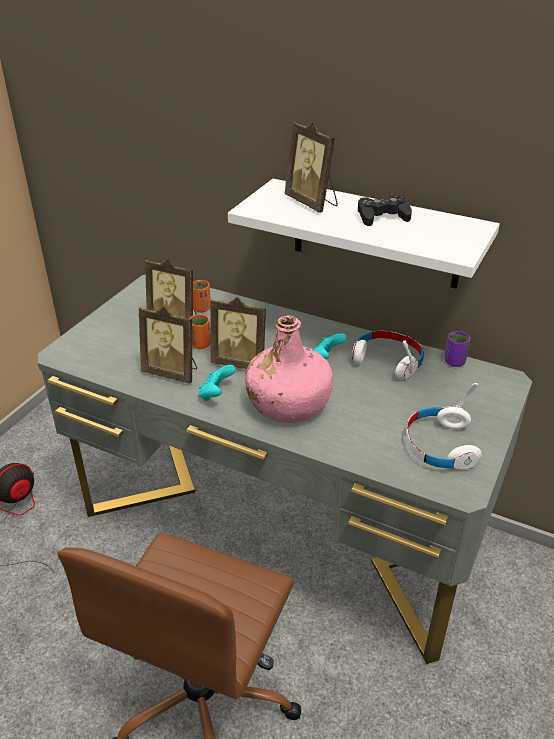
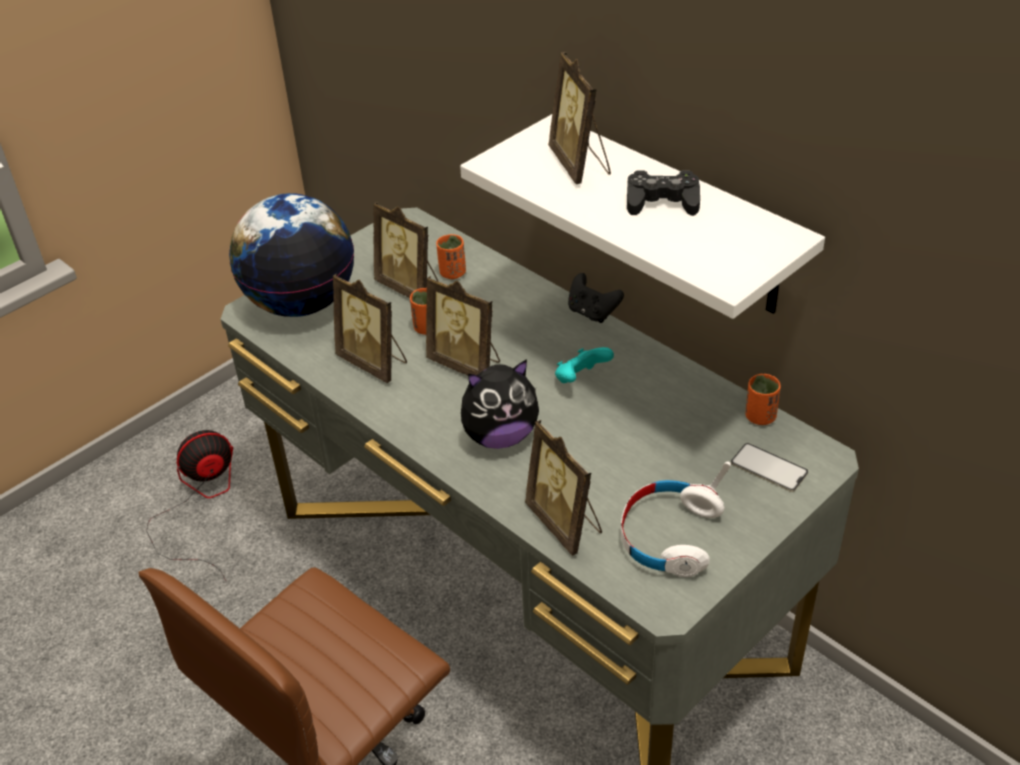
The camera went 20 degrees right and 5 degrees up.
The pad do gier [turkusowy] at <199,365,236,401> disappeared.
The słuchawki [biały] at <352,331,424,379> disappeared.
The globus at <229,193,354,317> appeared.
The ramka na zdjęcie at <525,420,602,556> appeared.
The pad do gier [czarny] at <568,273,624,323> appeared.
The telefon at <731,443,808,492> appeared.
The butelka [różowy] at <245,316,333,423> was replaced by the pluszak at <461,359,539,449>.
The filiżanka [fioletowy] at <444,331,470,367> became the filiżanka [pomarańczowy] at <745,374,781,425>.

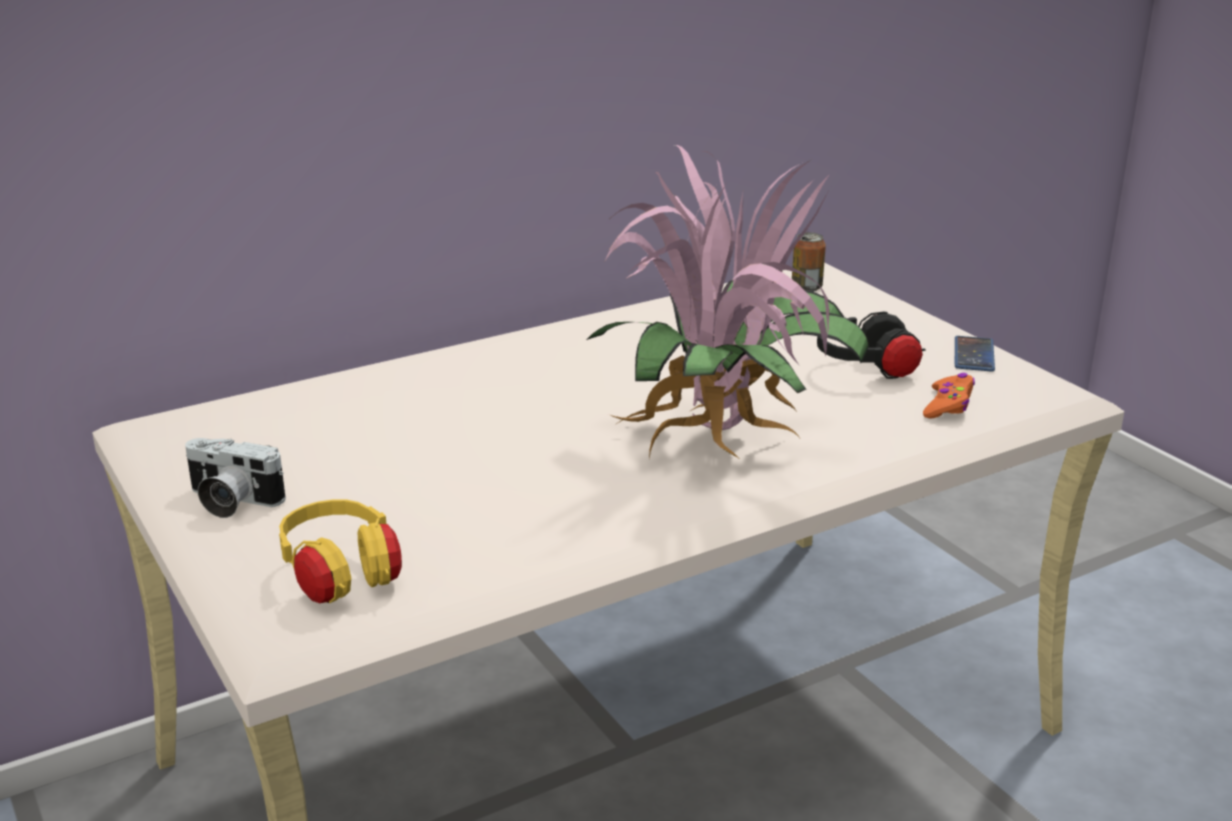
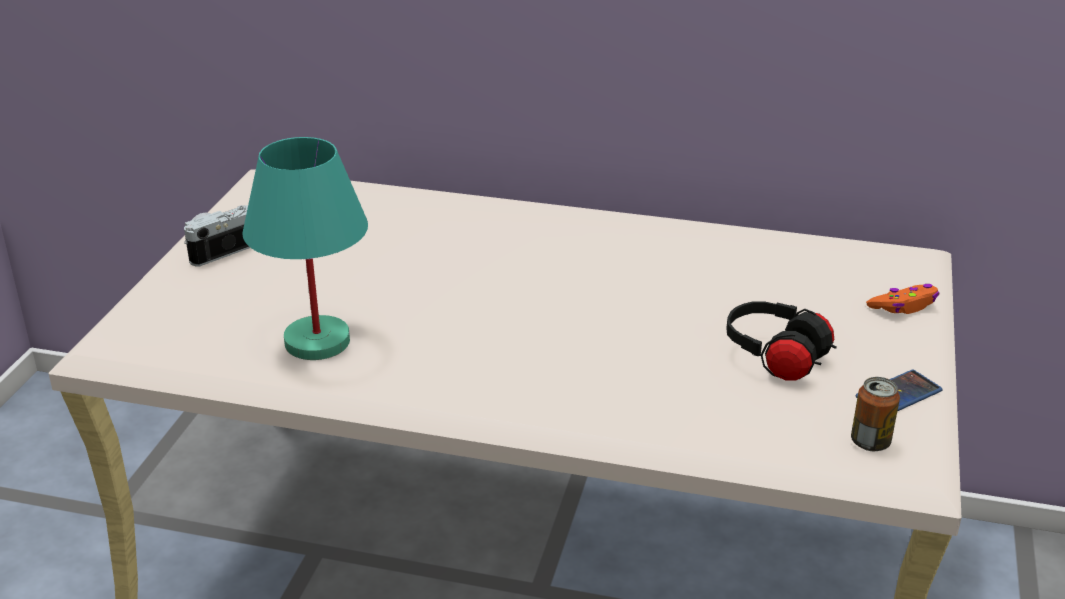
The camera went 45 degrees right and 5 degrees up.
The słuchawki [żółty] at <279,499,402,603> disappeared.
The roślina doniczkowa at <587,145,869,460> disappeared.
The lampa stołowa [turkusowy] at <242,137,368,360> appeared.
The puszka moved from <792,232,826,292> to <851,377,900,451>.
The pad do gier [pomarańczowy] moved from <923,373,975,419> to <866,284,939,314>.
The aparat fotograficzny at <185,438,286,518> turned 75 degrees clockwise.

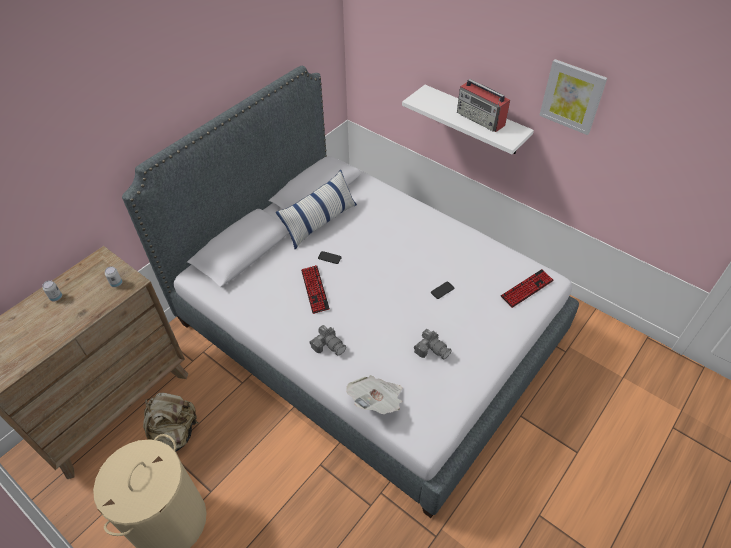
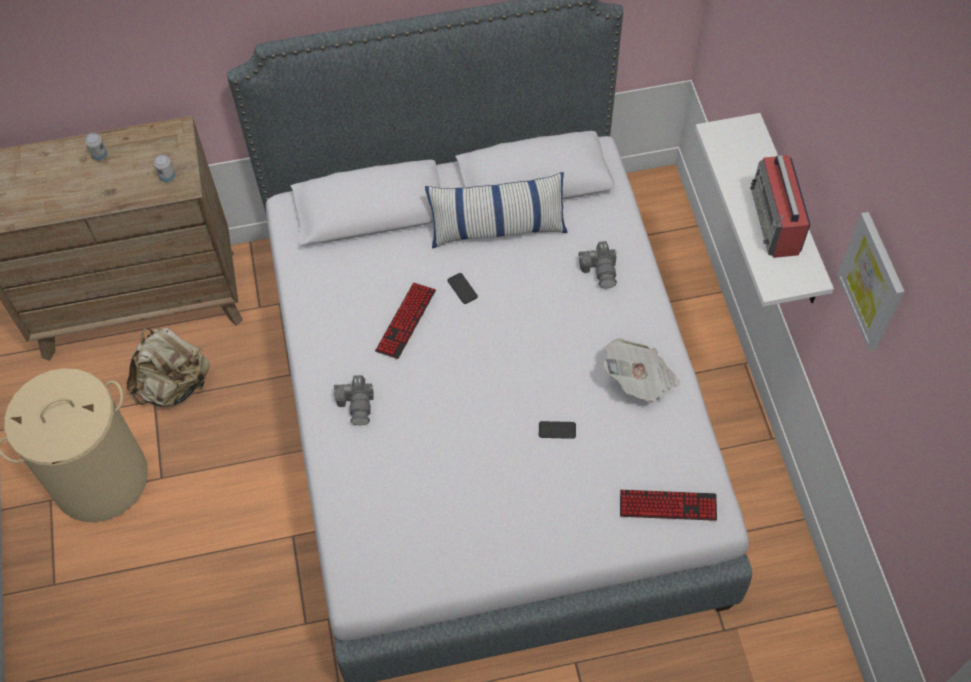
The camera went 40 degrees right and 10 degrees up.
The gazeta moved from <346,375,402,414> to <603,338,680,403>.
The aparat fotograficzny moved from <414,329,451,359> to <579,241,617,289>.

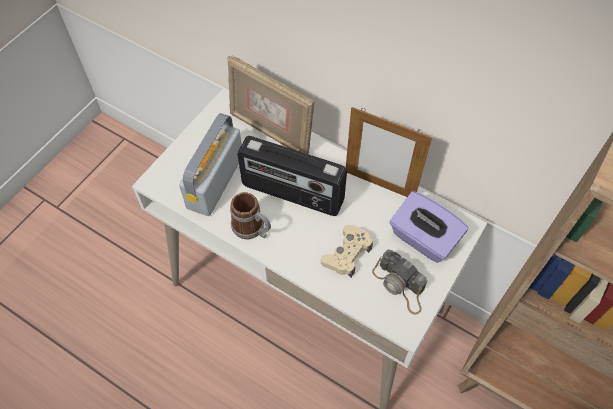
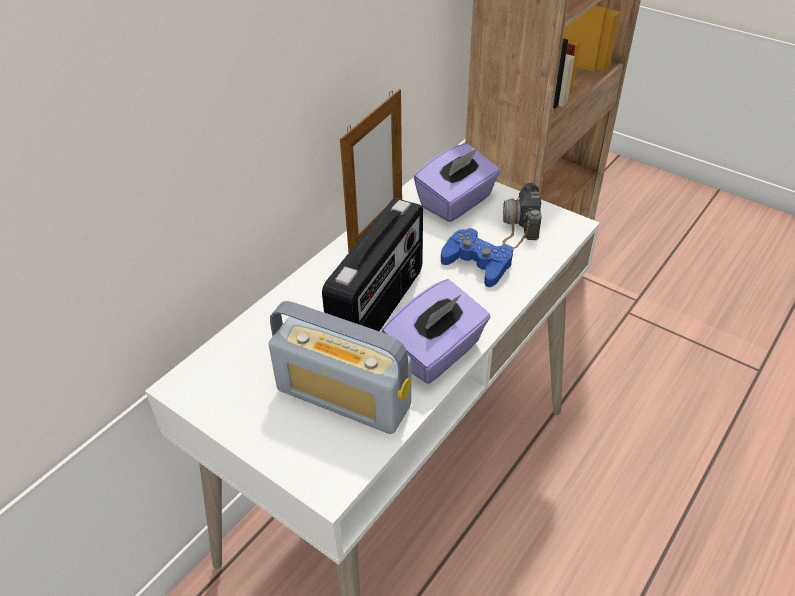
The camera went 85 degrees left and 15 degrees down.
The ramka na zdjęcie at <228,55,314,154> disappeared.
The kubek at <230,192,271,239> was replaced by the pudełko chusteczek [fioletowy] at <382,279,490,384>.
The pad do gier [beżowy] at <321,225,373,277> became the pad do gier [niebieski] at <441,228,513,287>.
The aparat fotograficzny at <372,250,427,315> turned 135 degrees clockwise.

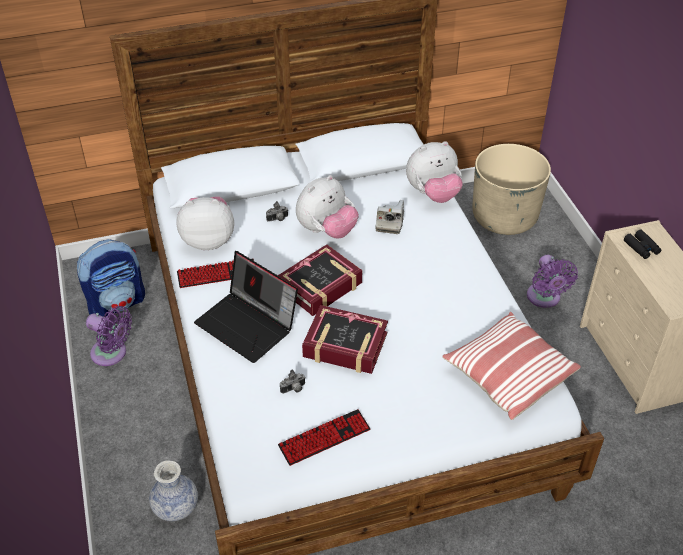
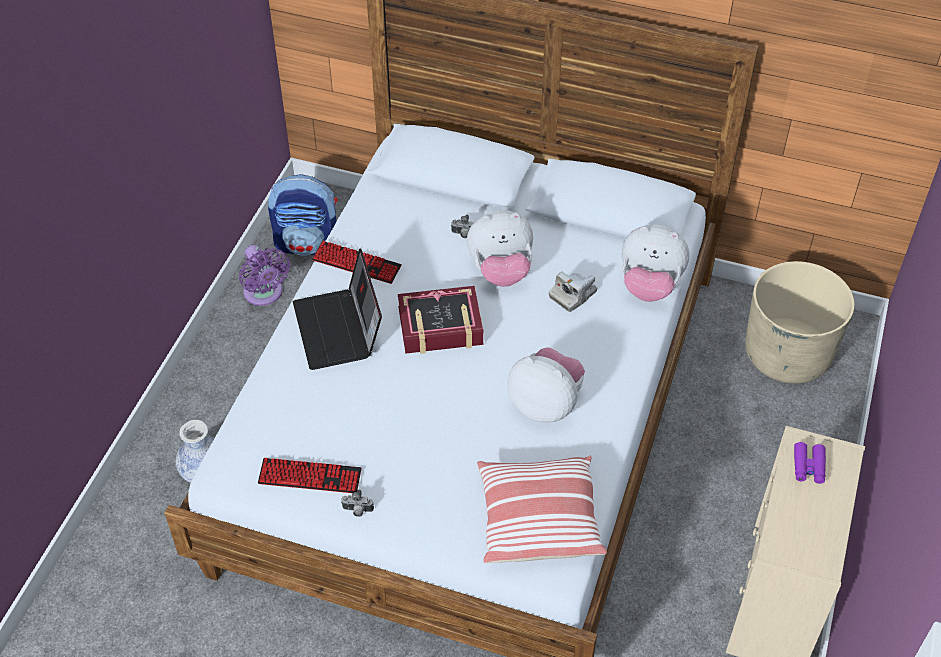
The camera went 35 degrees right and 5 degrees up.
The książka at <302,305,388,374> disappeared.
The wentylator [fioletowy] at <527,255,578,308> disappeared.
The pluszak moved from <176,196,234,250> to <508,347,585,423>.
The aparat fotograficzny moved from <280,369,306,394> to <341,490,374,517>.
The lornetka [czarny] at <624,230,661,259> became the lornetka [fioletowy] at <794,442,826,484>.

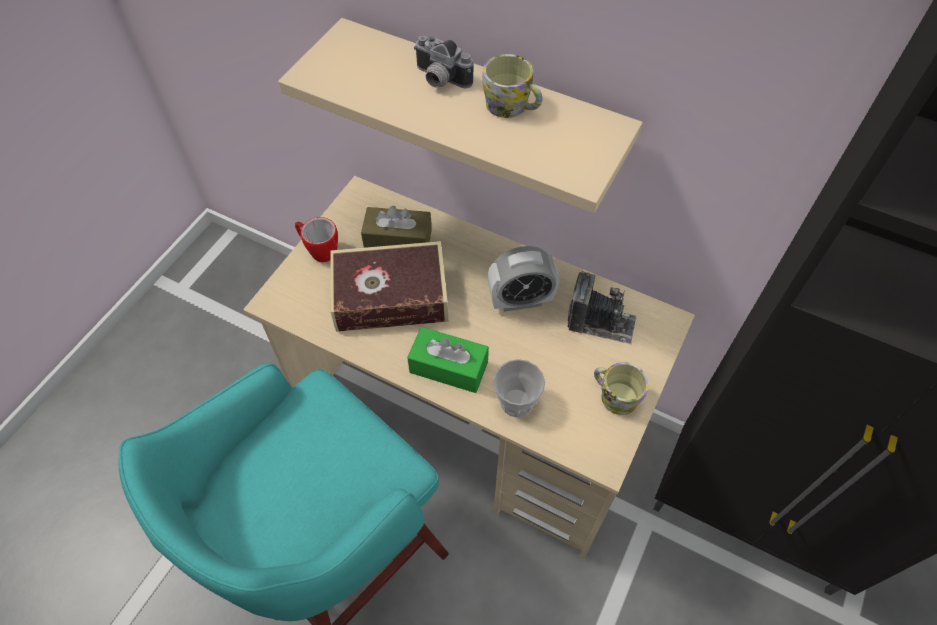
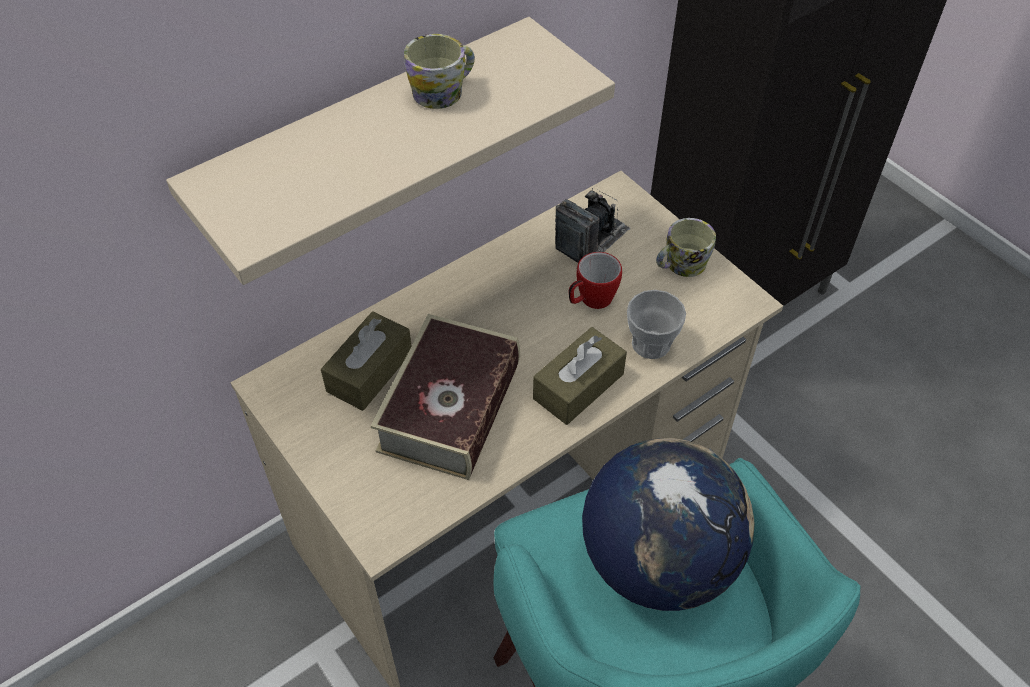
The camera went 65 degrees left and 5 degrees down.
The aparat fotograficzny at <414,35,473,89> disappeared.
The budzik at <488,246,560,312> disappeared.
The globus at <582,438,755,611> appeared.
The kubek moved from <295,217,338,262> to <568,252,622,309>.
The pudełko chusteczek [zielony] at <407,327,489,393> became the pudełko chusteczek [brązowy] at <533,327,627,425>.

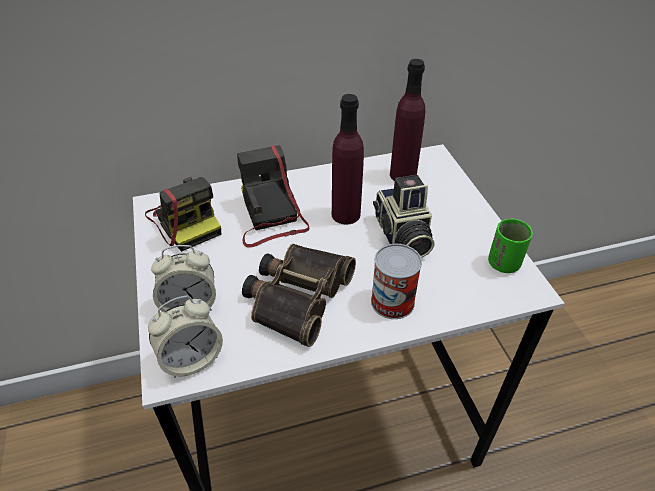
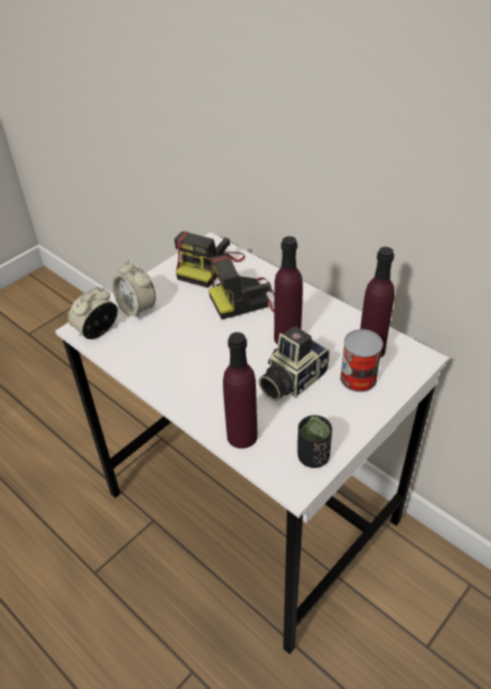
The camera went 60 degrees right and 0 degrees up.
The lornetka at <242,244,356,347> disappeared.
The butelka [fioletowy] at <223,332,258,449> appeared.
The puszka moved from <371,244,422,319> to <340,329,383,392>.
The filiżanka [zielony] at <488,219,533,273> became the filiżanka [czarny] at <297,415,332,468>.
The budzik at <148,296,223,378> turned 105 degrees clockwise.
The aparat fotograficzny at <237,145,309,248> turned 150 degrees counterclockwise.

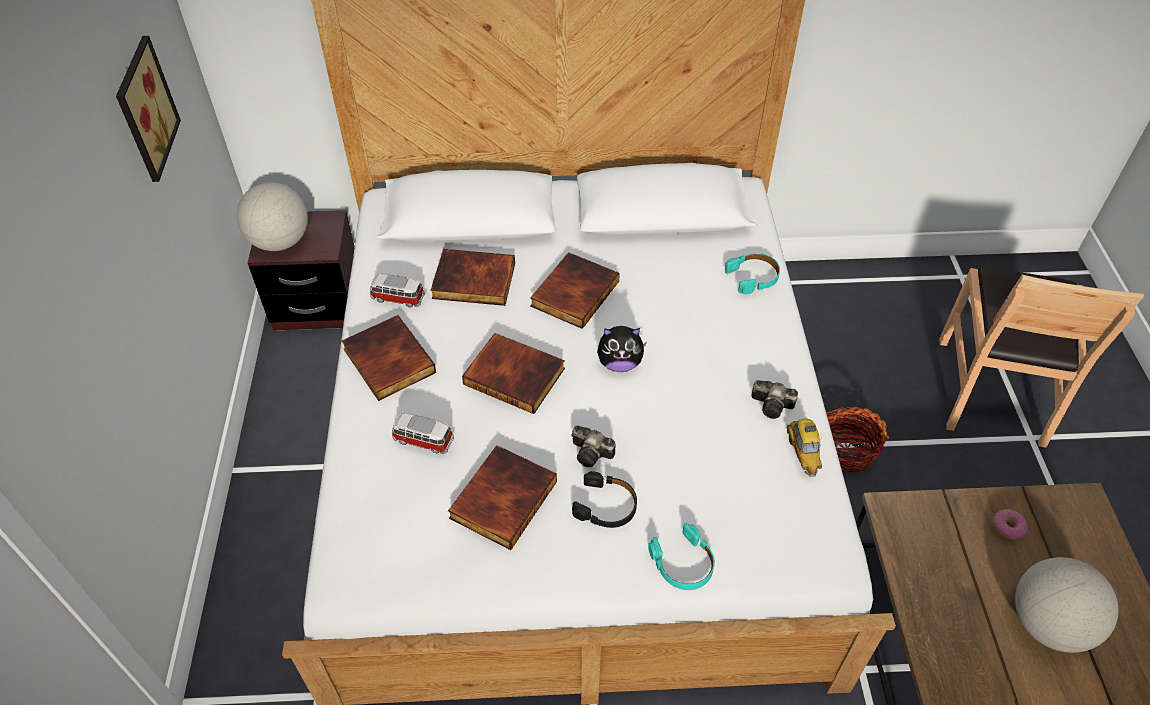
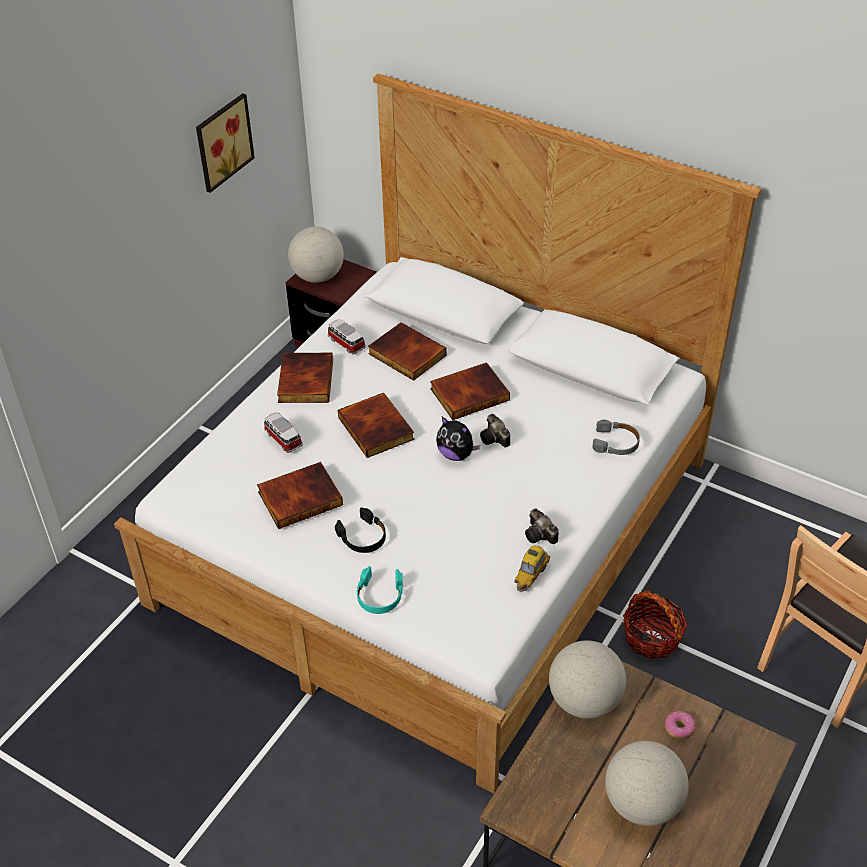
The camera went 35 degrees right and 5 degrees down.
The globus at <549,641,626,719> appeared.
The aparat fotograficzny moved from <571,426,616,467> to <480,414,510,448>.
The słuchawki [turkusowy] at <725,253,780,294> became the słuchawki [szary] at <592,420,640,455>.

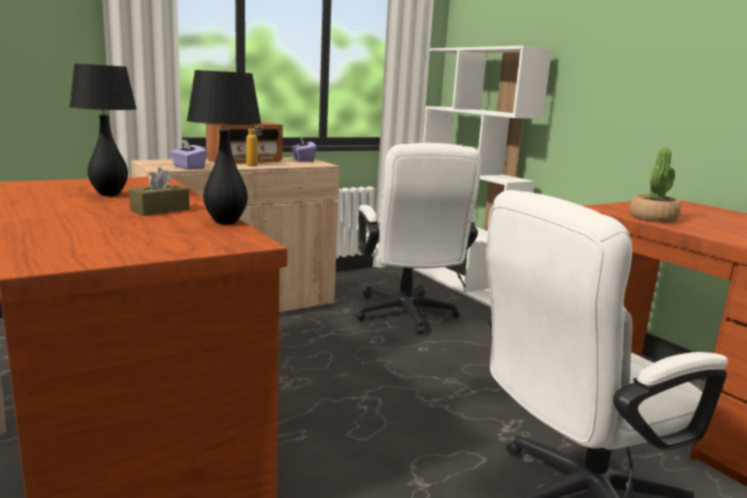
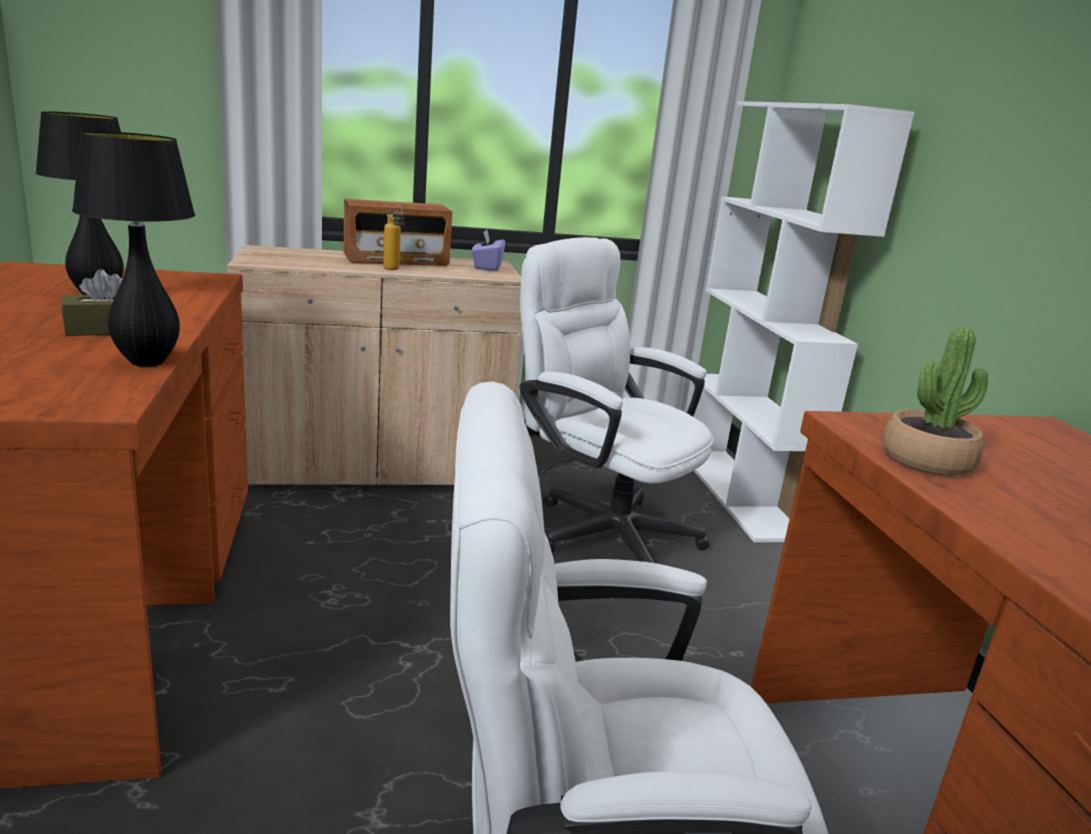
The camera went 20 degrees right and 5 degrees up.
The pudełko chusteczek [fioletowy] at <170,139,207,170> disappeared.
The krzesło biurowe [biały] at <356,143,481,334> turned 120 degrees clockwise.

